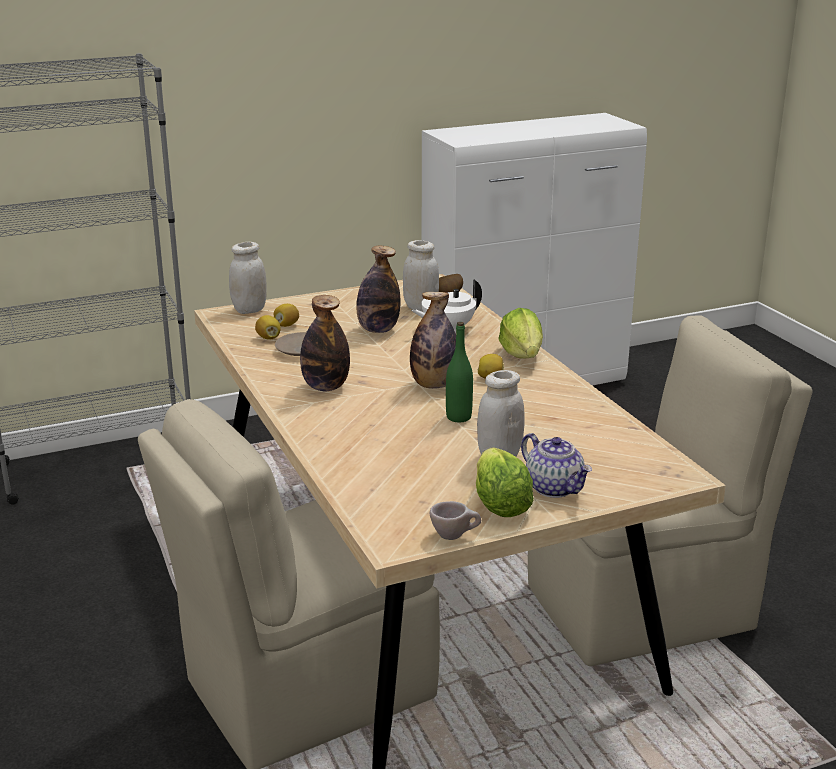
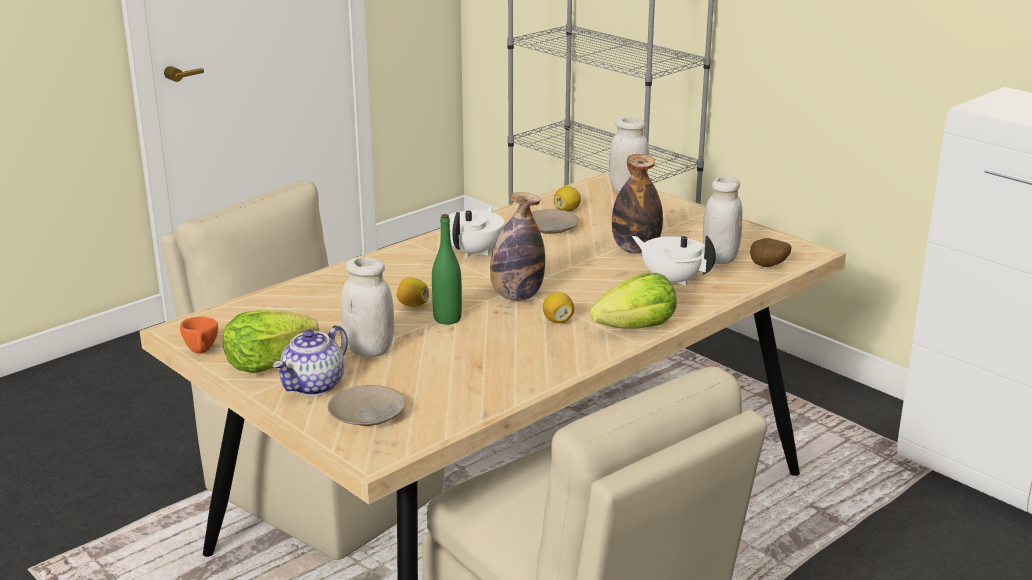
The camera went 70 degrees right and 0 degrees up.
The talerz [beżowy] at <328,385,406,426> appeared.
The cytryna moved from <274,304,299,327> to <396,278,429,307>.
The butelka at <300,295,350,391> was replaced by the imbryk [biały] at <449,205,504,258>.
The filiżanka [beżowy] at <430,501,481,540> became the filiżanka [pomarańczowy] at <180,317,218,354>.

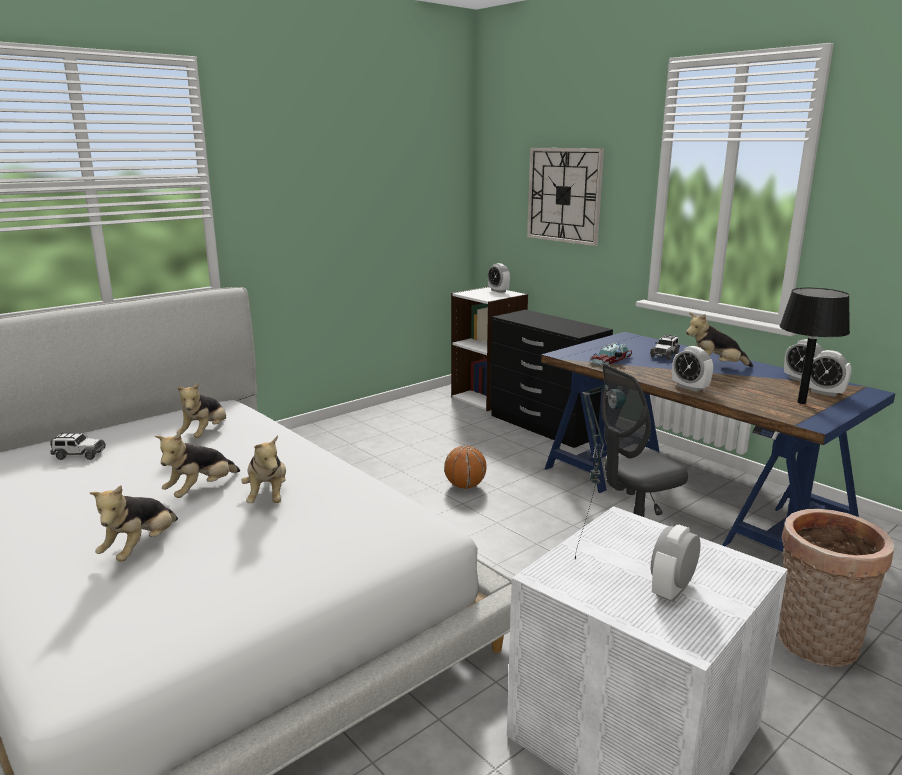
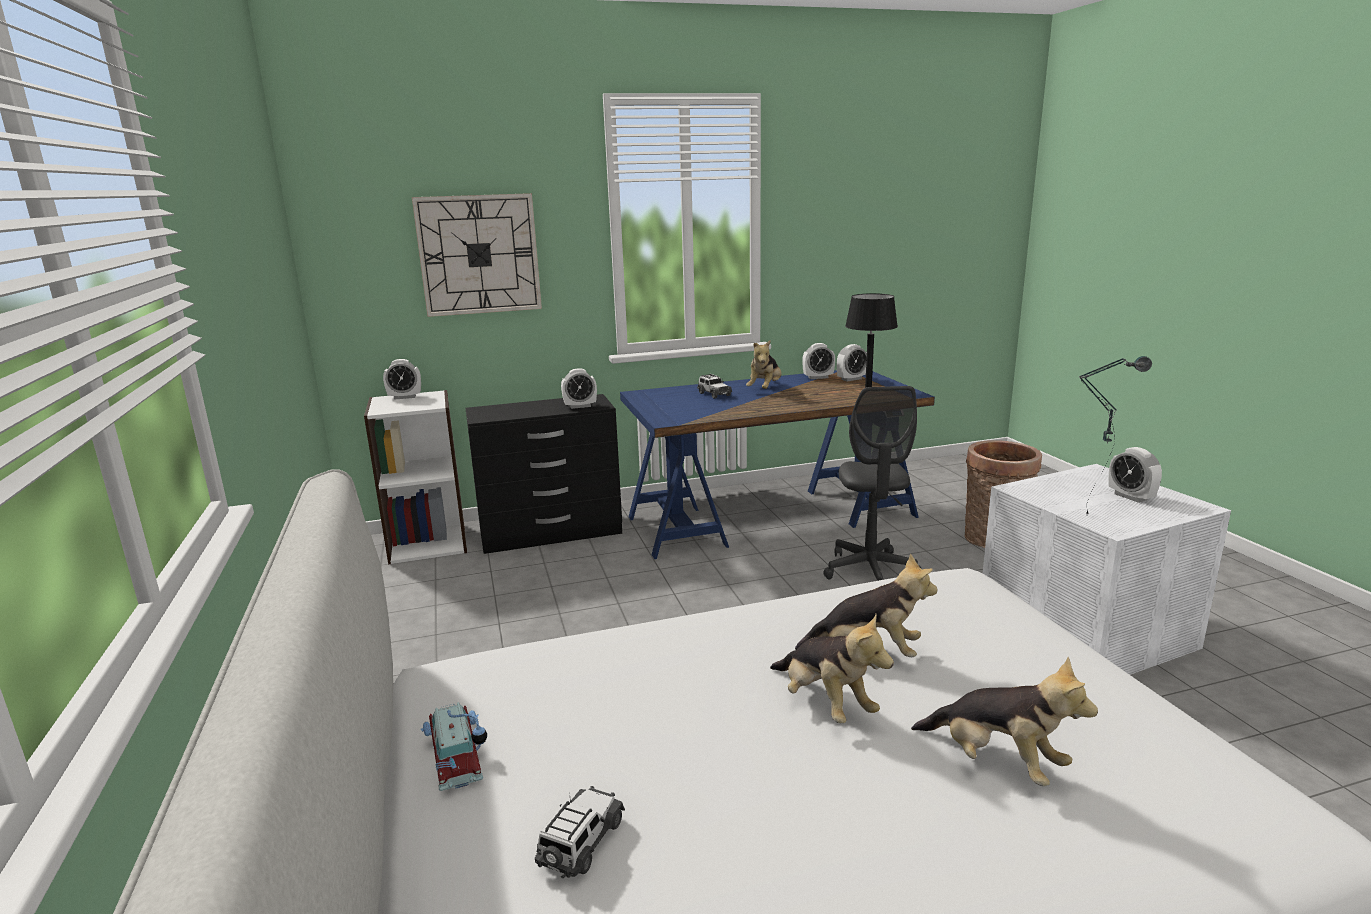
The camera went 65 degrees left and 0 degrees up.
The pluszak at <177,383,226,438> disappeared.
The piłka do koszykówki at <444,446,486,489> disappeared.
The samochodzik moved from <589,342,632,366> to <420,702,487,791>.
The budzik moved from <672,346,713,392> to <561,368,597,409>.

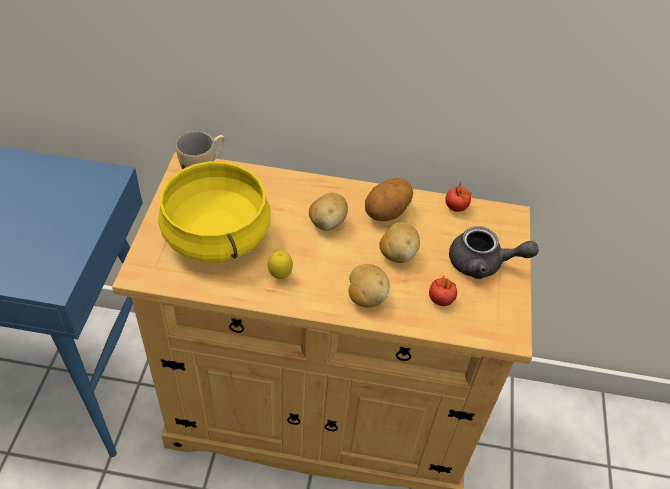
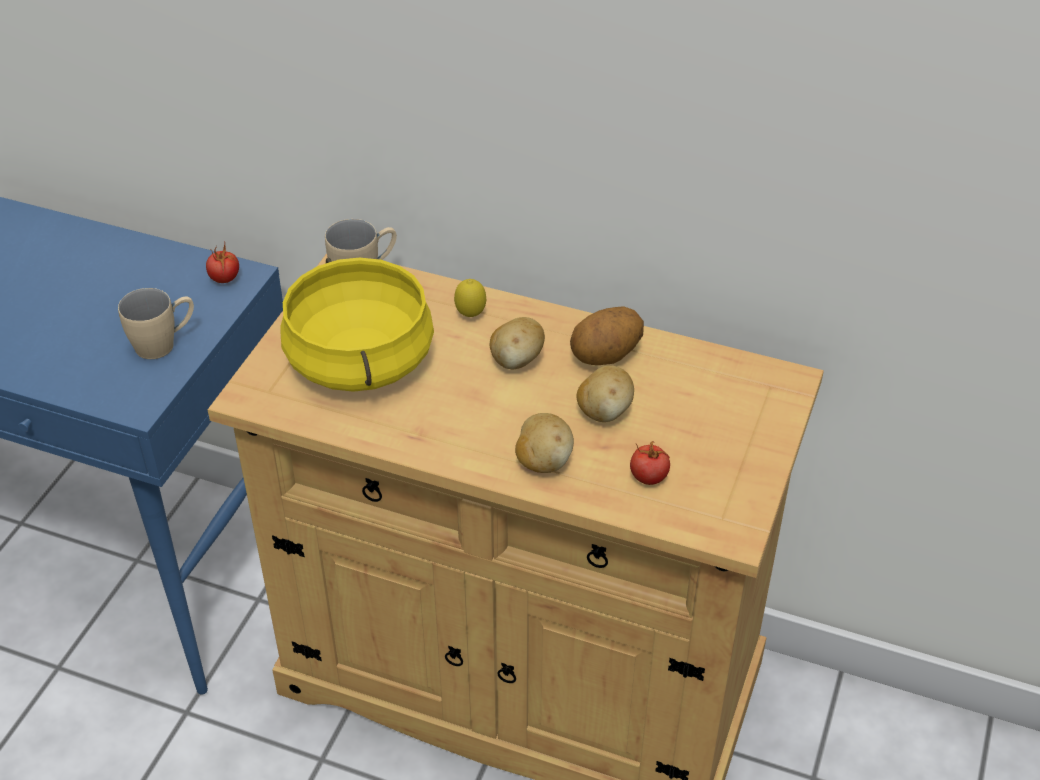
The camera went 15 degrees right and 5 degrees down.
The imbryk [szary] at <449,226,539,279> disappeared.
The kubek [beżowy] at <118,288,194,359> appeared.
The cytryna moved from <268,250,293,279> to <454,279,486,317>.
The pomidor moved from <445,182,472,212> to <206,244,239,283>.

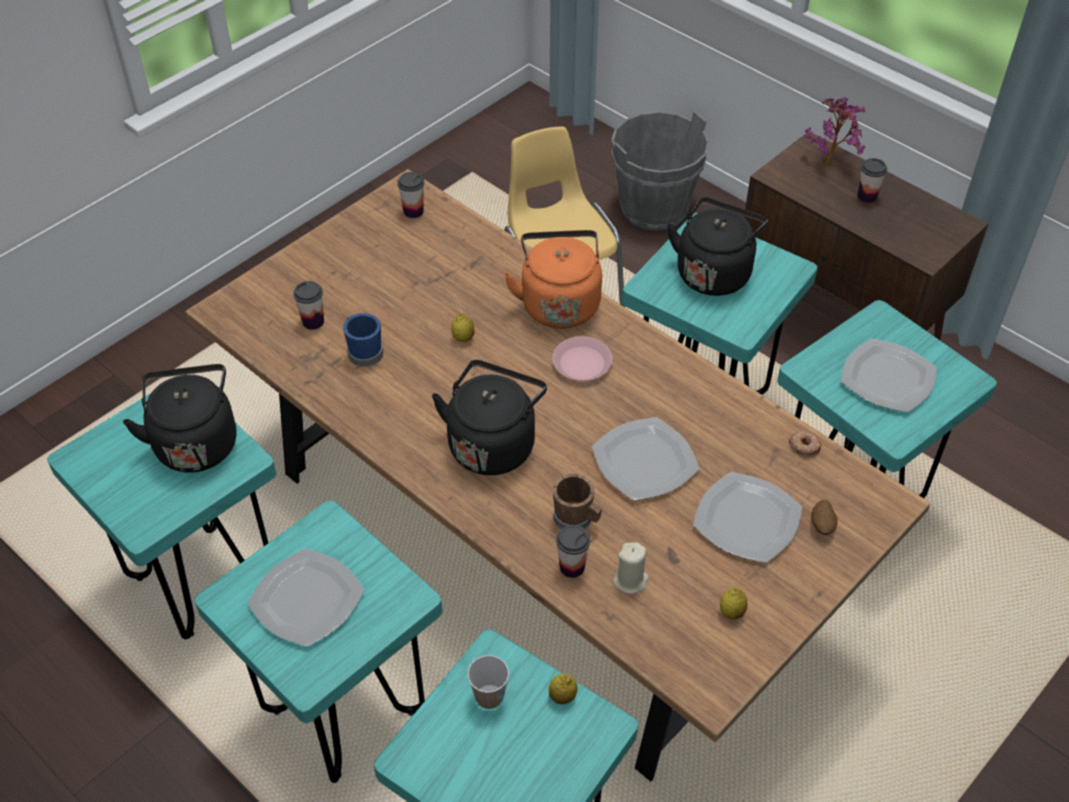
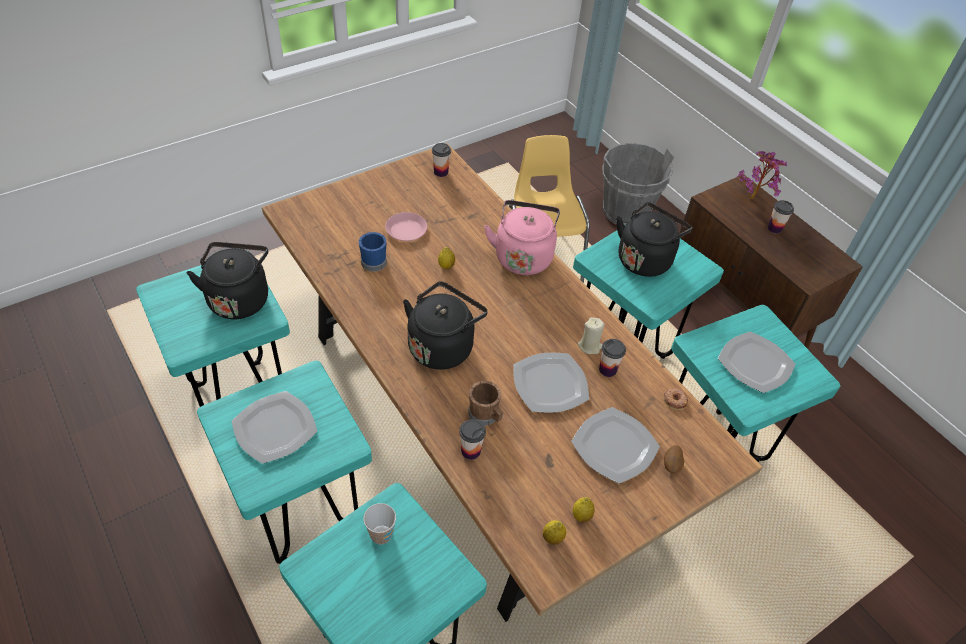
The camera went 10 degrees right and 0 degrees up.
The filiżanka moved from <293,281,324,330> to <599,339,626,377>.
The cytryna moved from <549,673,578,704> to <543,520,566,545>.
The talerz [różowy] moved from <552,336,613,381> to <385,212,427,241>.
The świeca [beżowy] moved from <613,542,649,594> to <578,318,604,354>.
The czajnik [pomarańczowy] at <504,230,602,328> became the czajnik [różowy] at <484,200,560,275>.

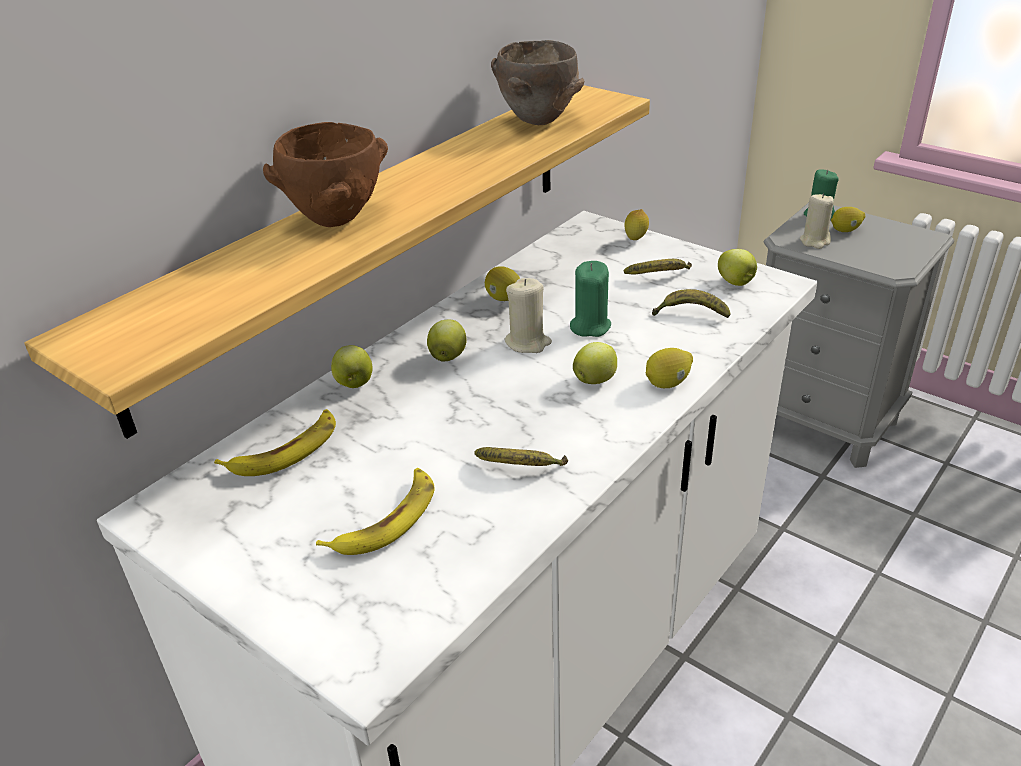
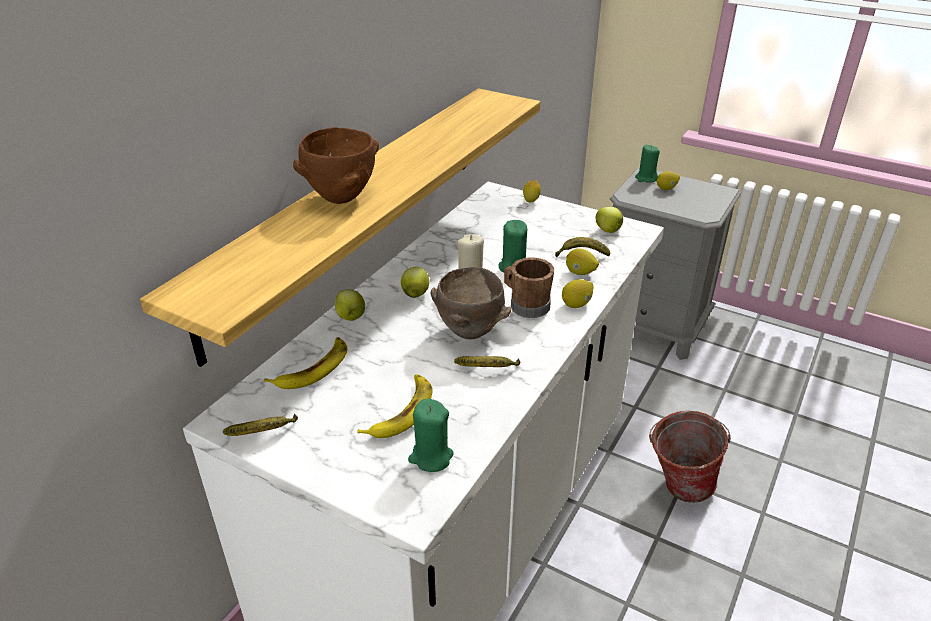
The camera went 10 degrees left and 0 degrees up.
The świeca [beżowy] at <800,193,834,249> disappeared.
The świeca [zielony] at <408,398,454,472> appeared.
The wiadro at <649,411,731,503> appeared.
The cytryna moved from <485,266,520,301> to <566,249,599,275>.
The miska [brązowy] moved from <491,40,584,125> to <430,267,511,339>.
The banan moved from <624,259,692,274> to <223,414,298,436>.
The jabłko at <573,342,617,384> was replaced by the kubek [brązowy] at <504,257,554,318>.

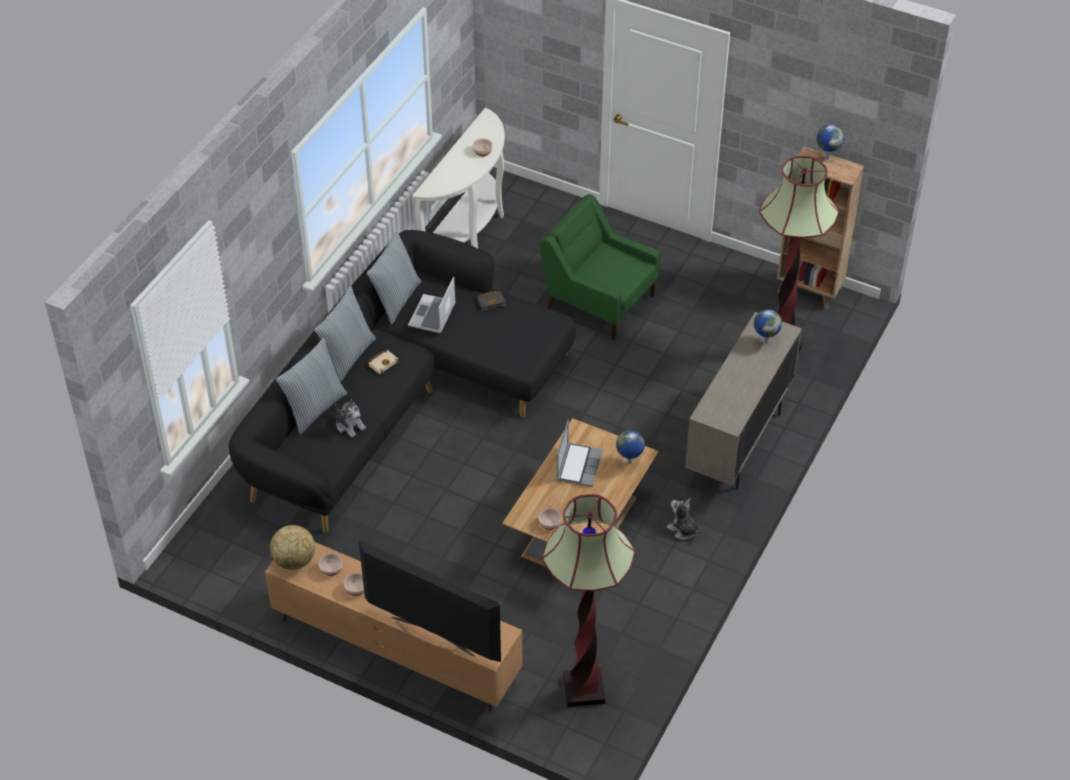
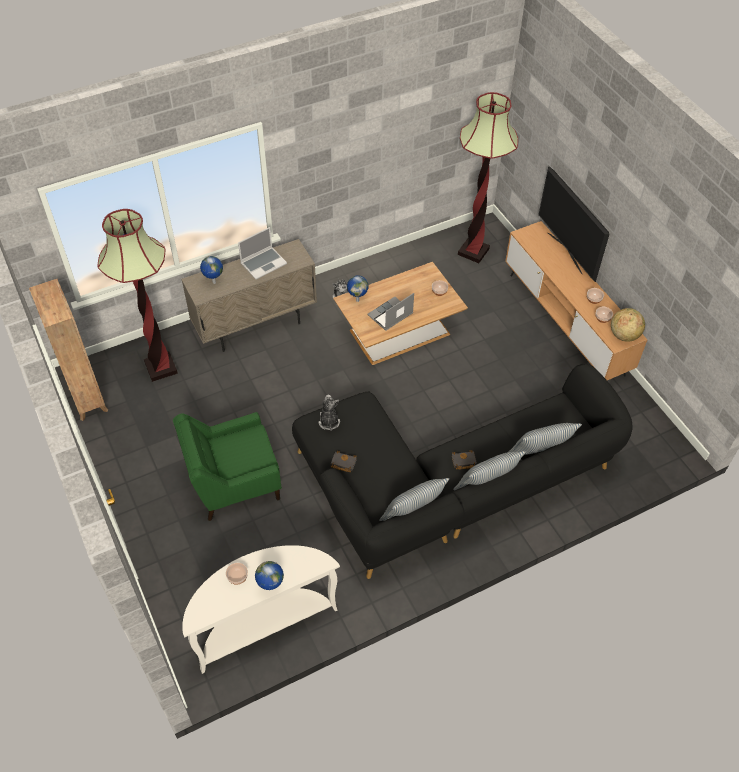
The camera went 145 degrees left and 5 degrees up.
The pluszak moved from <335,399,366,438> to <318,395,340,431>.
The laptop moved from <408,277,455,333> to <238,227,287,280>.
The globus moved from <817,124,844,159> to <255,561,284,590>.
The książka [beżowy] at <367,350,399,374> became the książka [czarny] at <452,450,477,470>.
The fotel [zielony] at <540,194,660,340> turned 90 degrees clockwise.

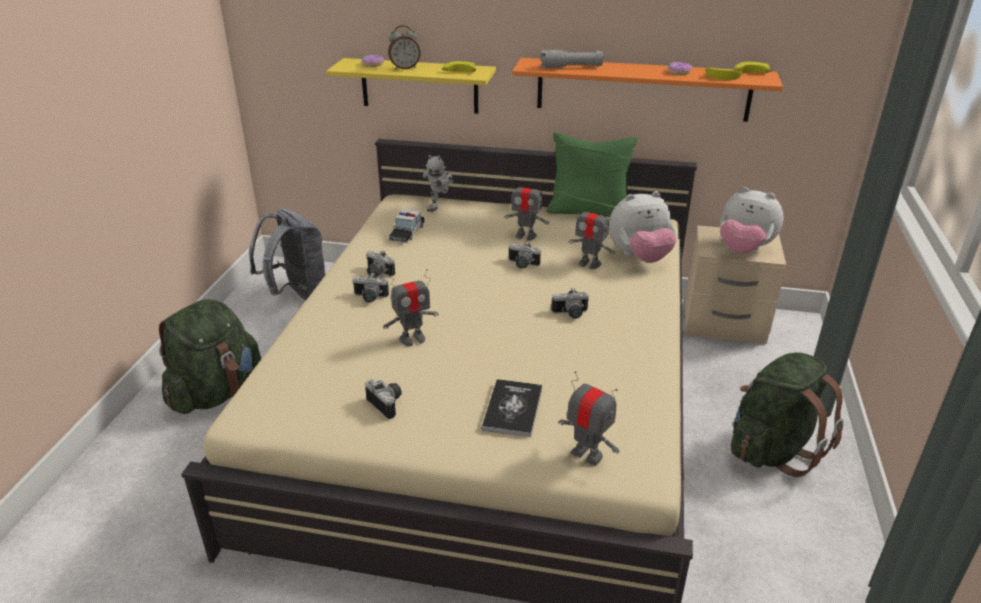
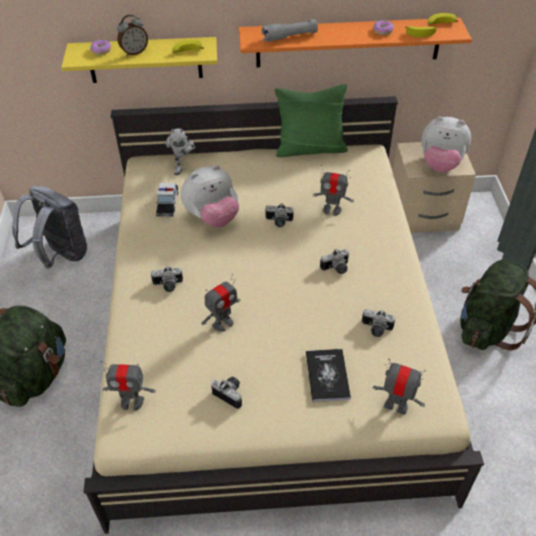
The camera went 15 degrees left and 15 degrees up.
The aparat fotograficzny moved from <366,251,395,277> to <362,309,395,337>.
The robot zabawkowy moved from <504,176,549,241> to <101,361,156,411>.
The pluszak moved from <609,191,676,263> to <181,165,239,227>.

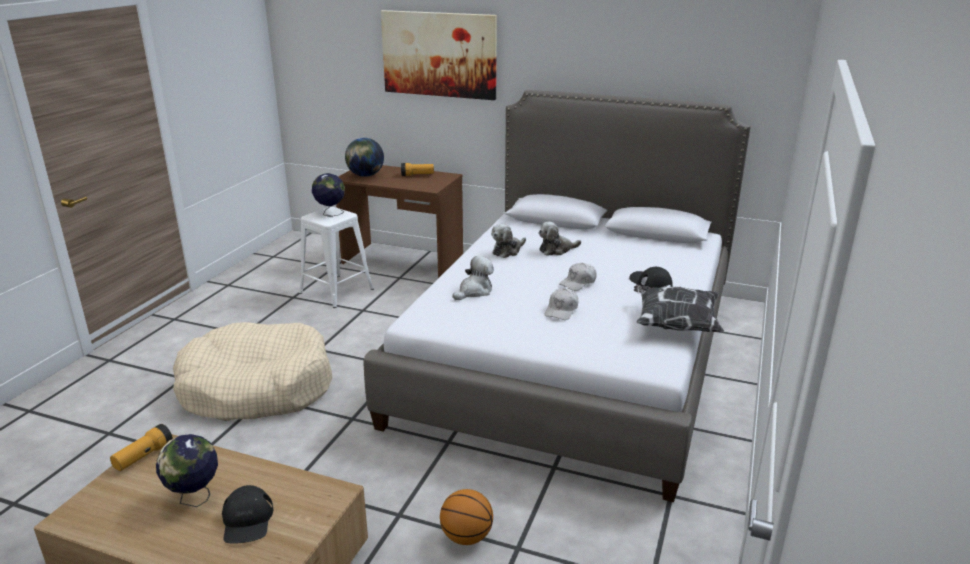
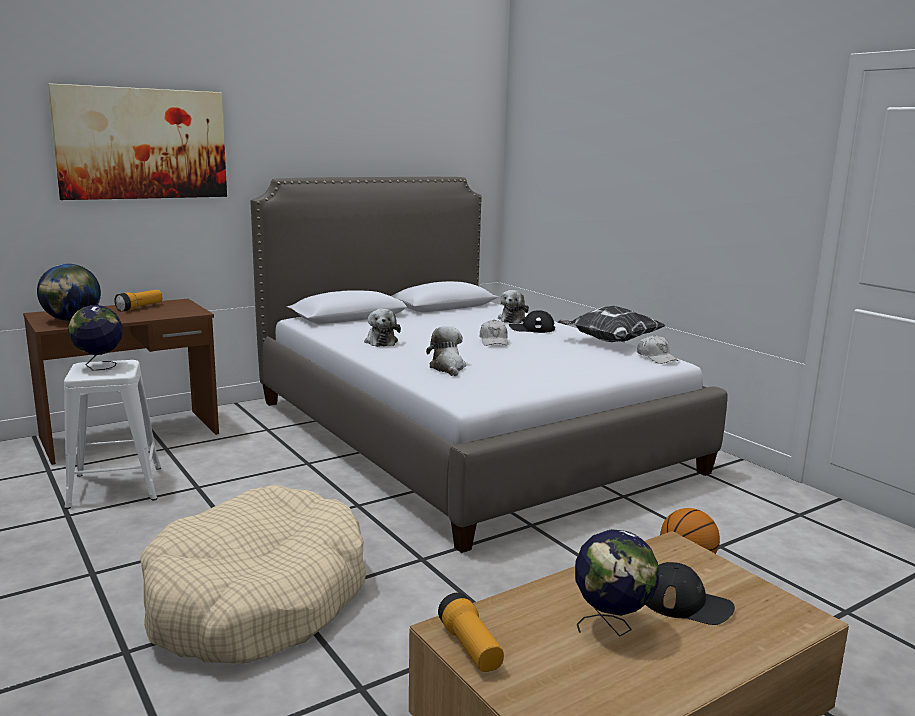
The camera went 55 degrees left and 10 degrees down.
The pluszak moved from <538,222,581,256> to <498,290,529,324>.
The czapka z daszkiem [biały] moved from <544,288,578,320> to <637,335,679,364>.

